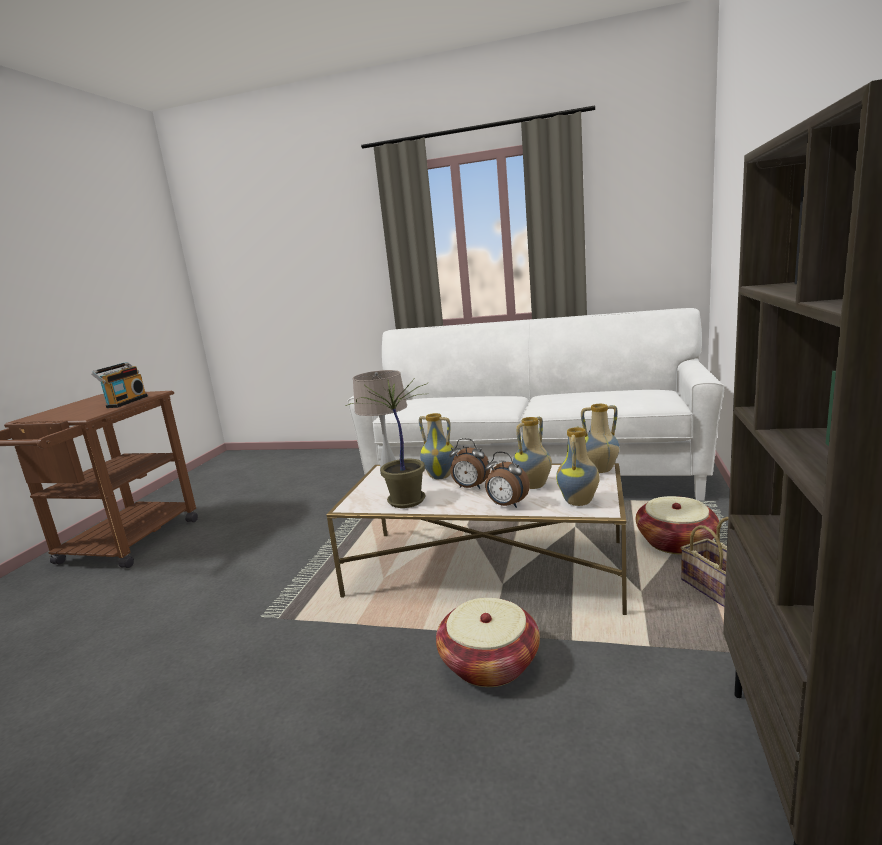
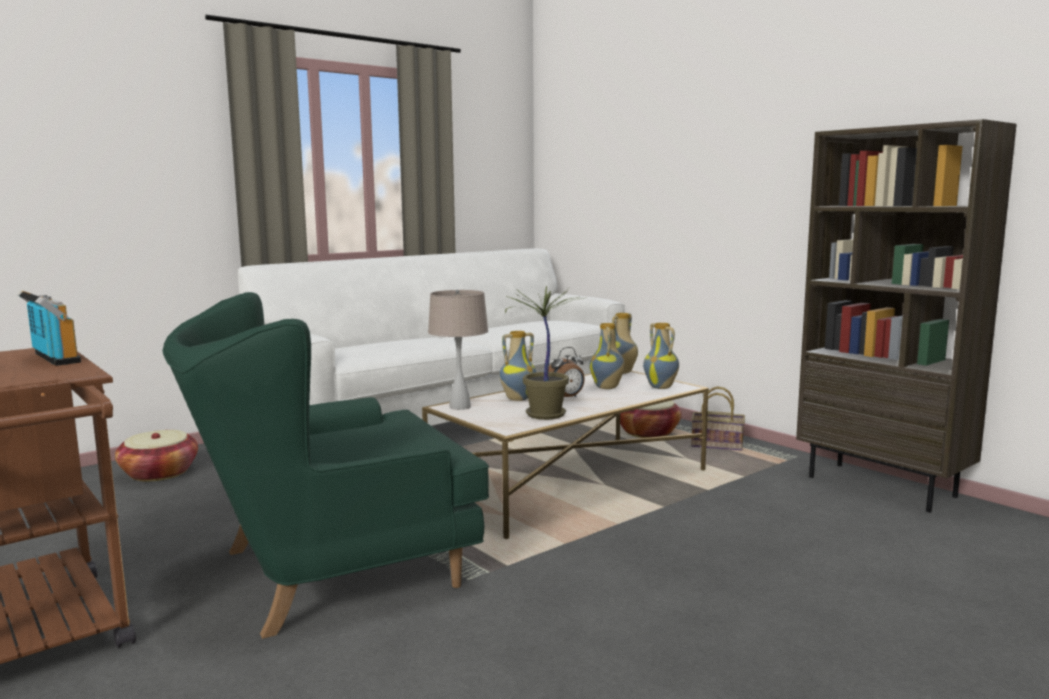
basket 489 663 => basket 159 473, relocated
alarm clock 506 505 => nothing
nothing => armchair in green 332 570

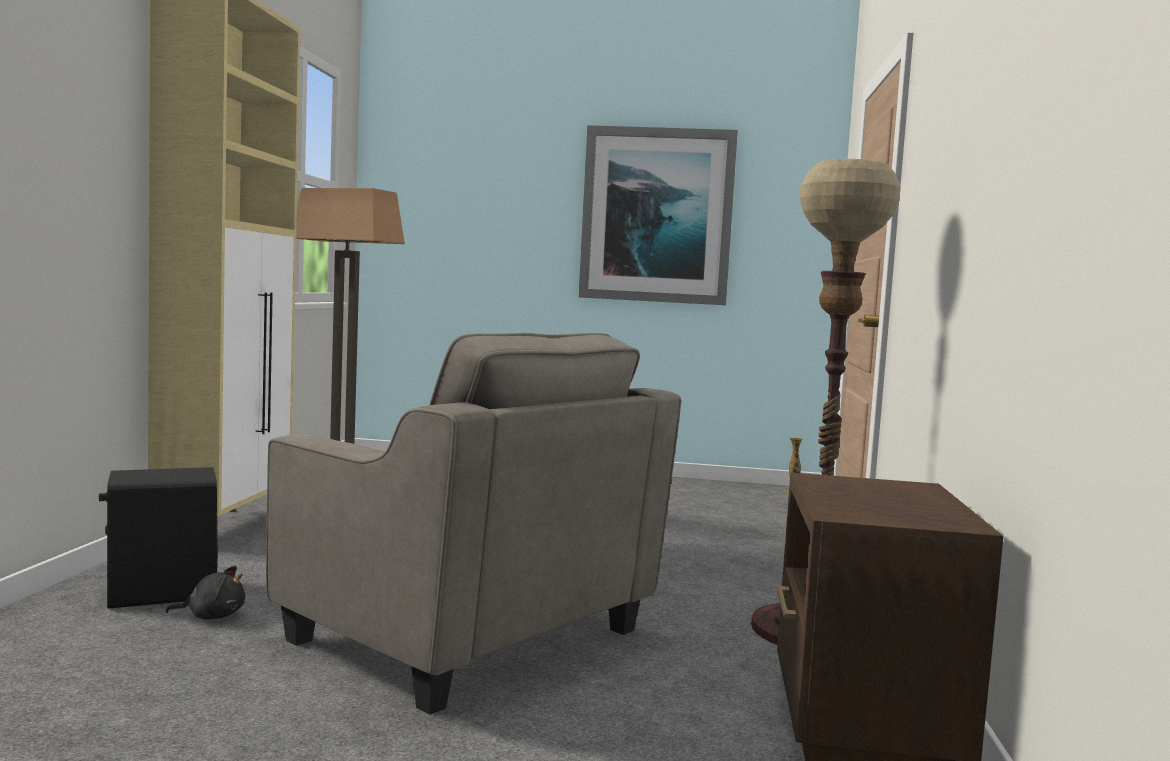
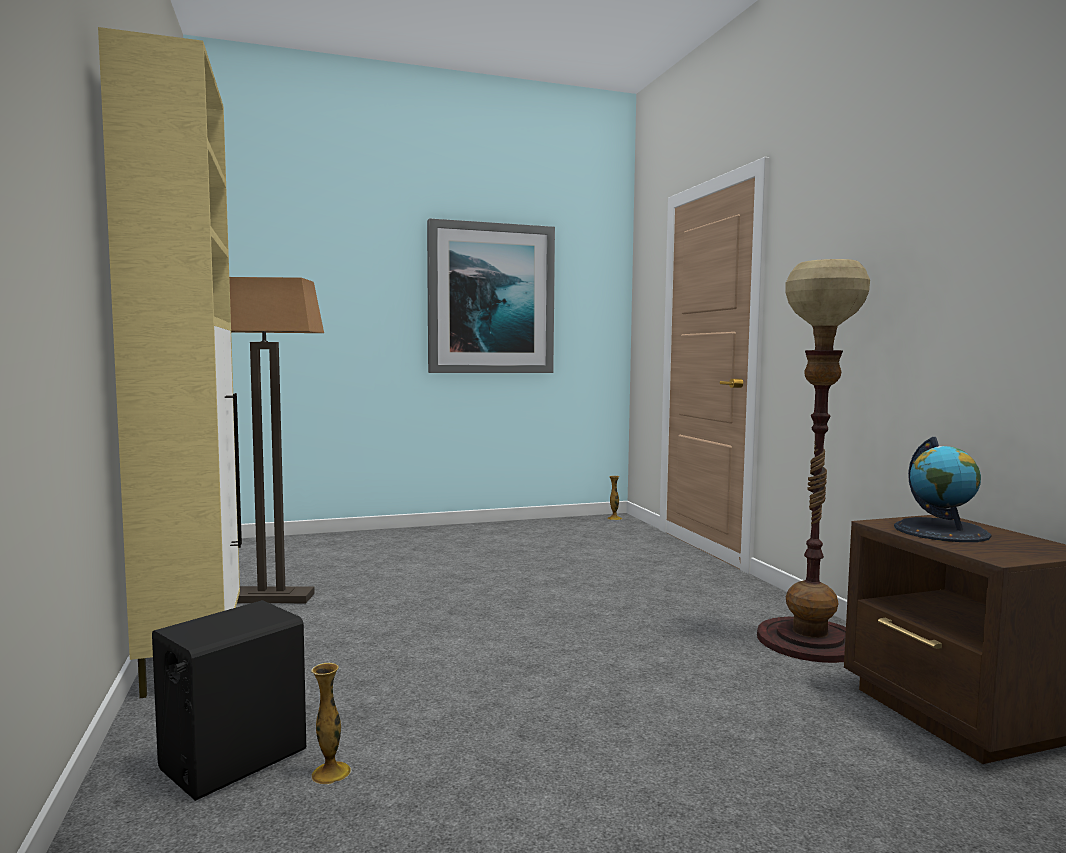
plush toy in black 212 616 => vase 331 773
armchair in grey 467 637 => nothing
nothing => globe 941 531

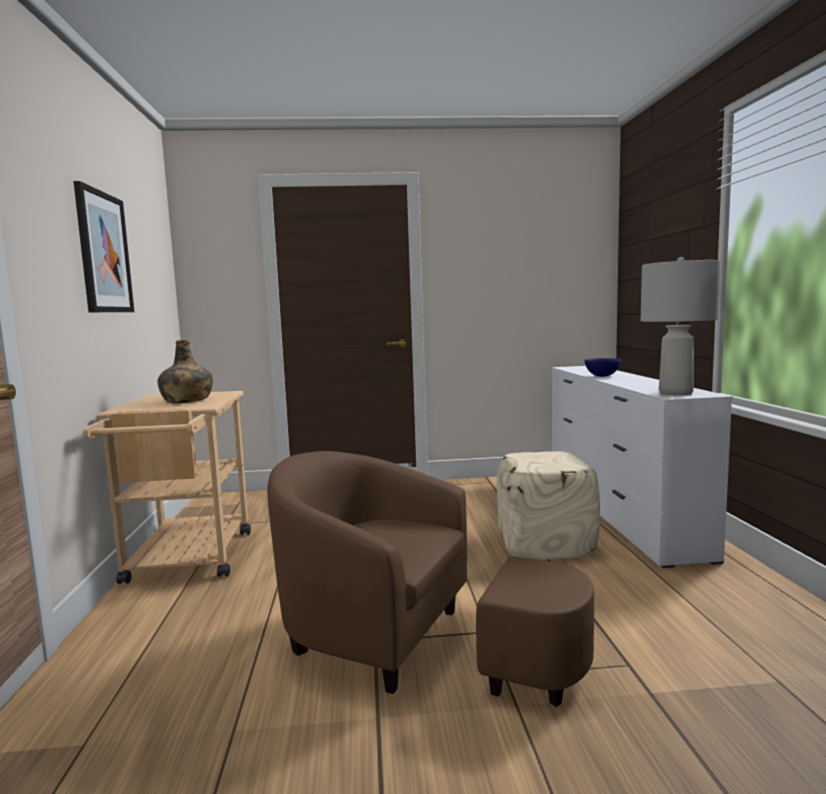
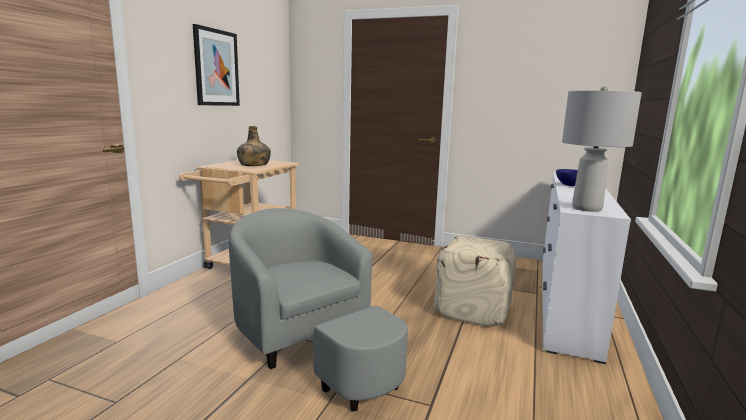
armchair in brown 408 643 => armchair in grey 310 345

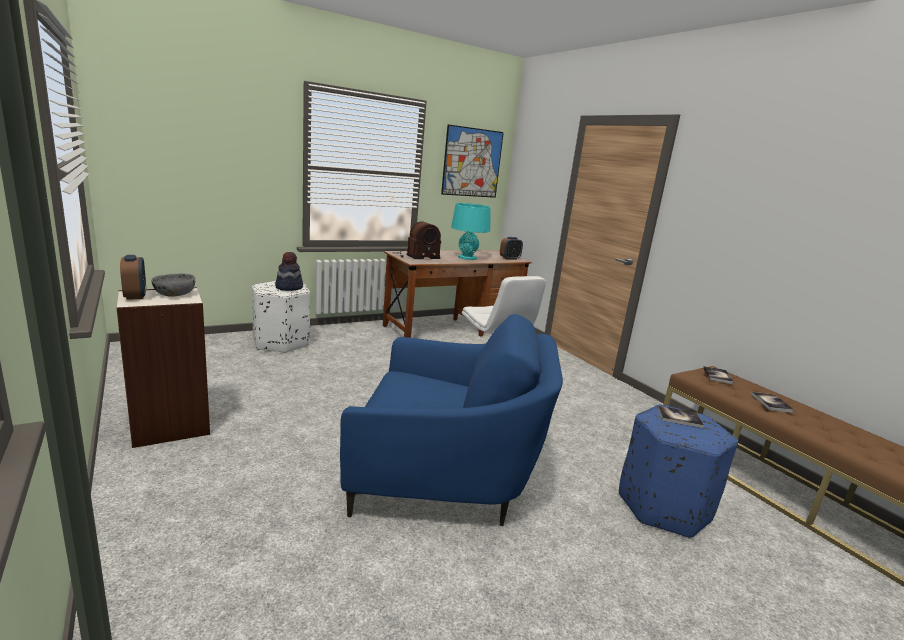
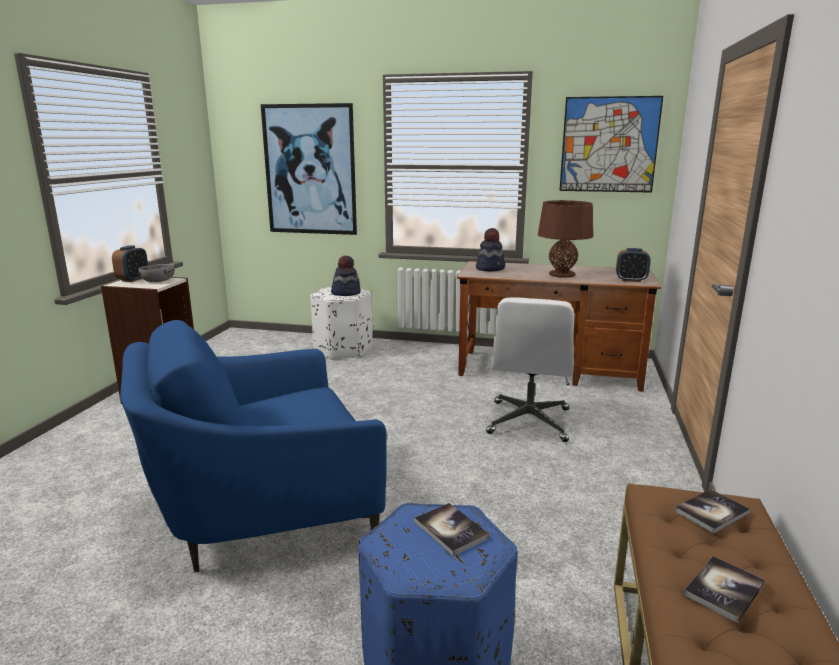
armchair in blue 445 476 => armchair in blue 263 510, 105 degrees clockwise
radio 415 256 => hat 490 268
table lamp in turquoise 467 257 => table lamp in brown 562 274
nothing => picture 310 170

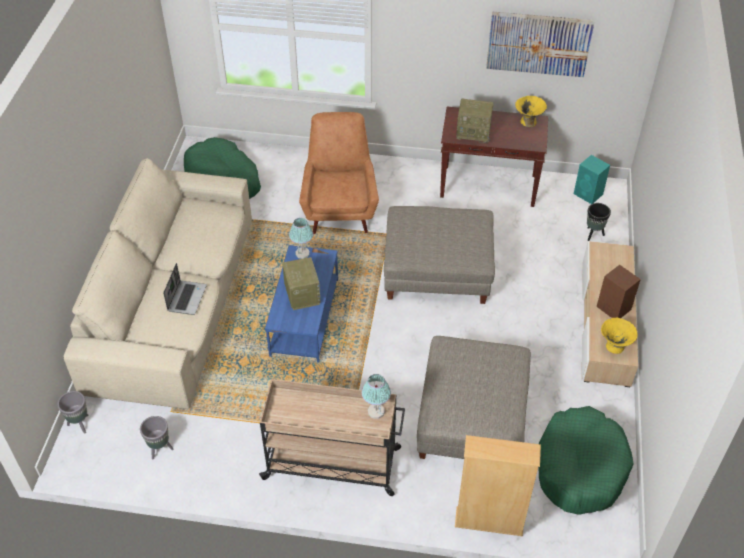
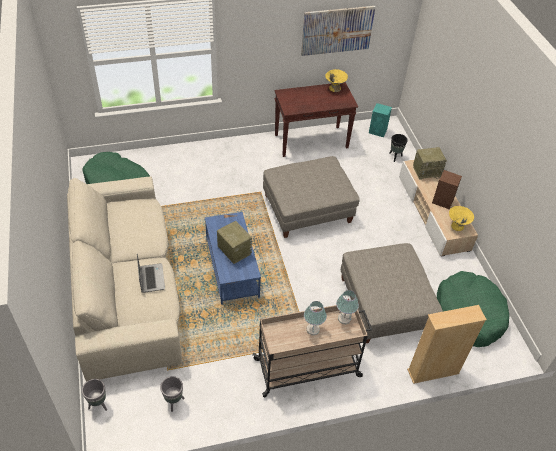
table lamp 302 254 => table lamp 313 330, relocated
armchair in brown 340 208 => nothing
radio 474 132 => radio 427 171, relocated

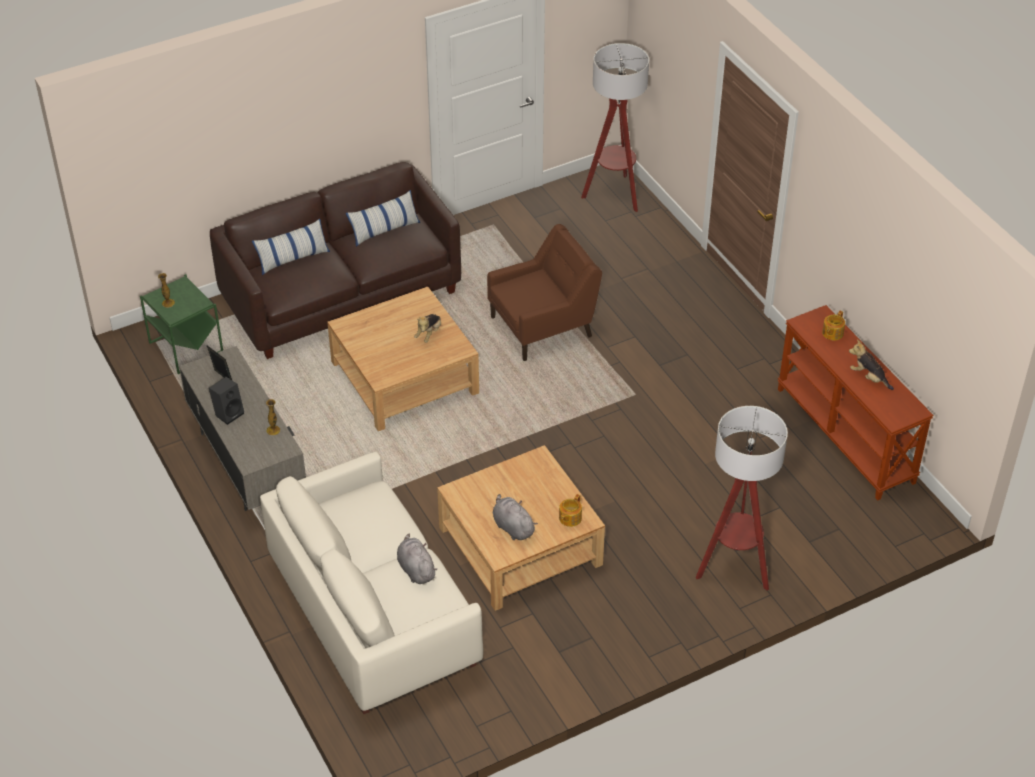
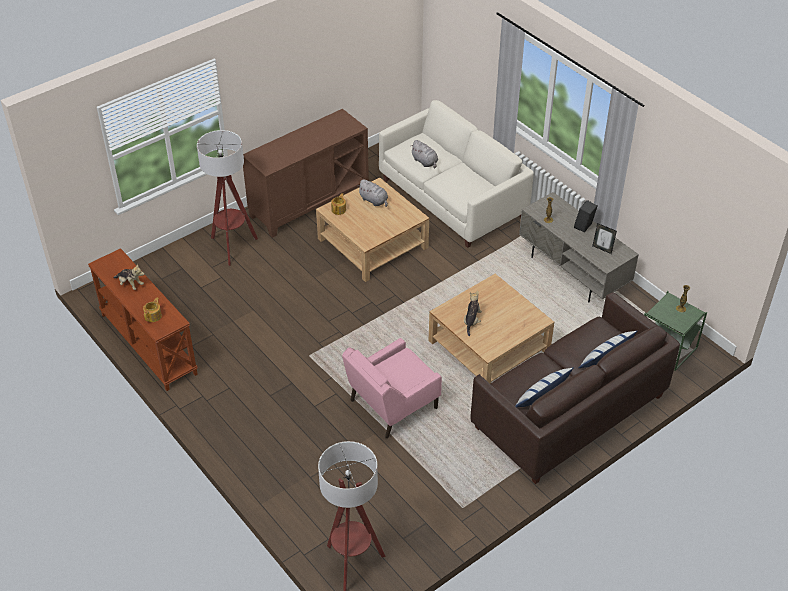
armchair in brown 543 326 => armchair in pink 392 405
nothing => cabinet in brown 309 202

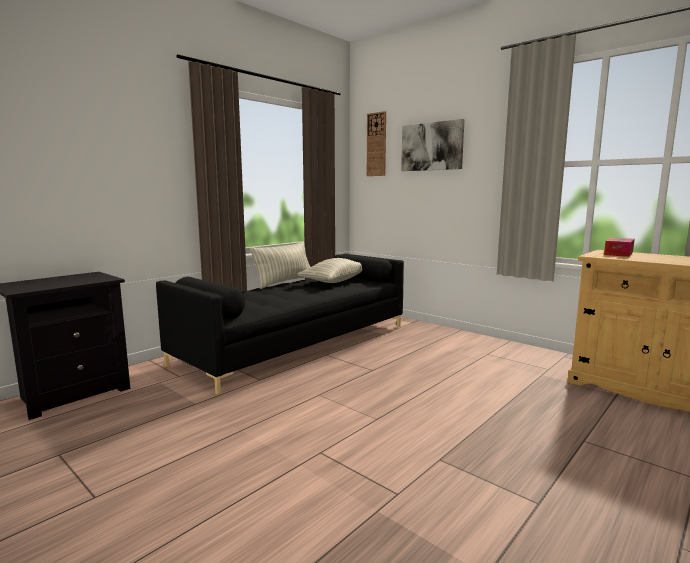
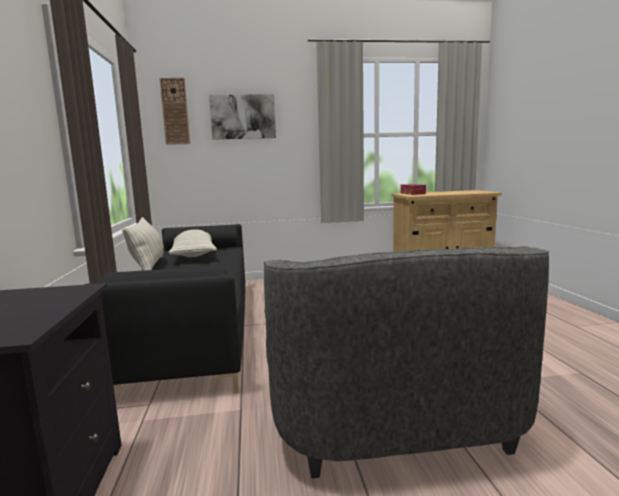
nothing => armchair in grey 387 410

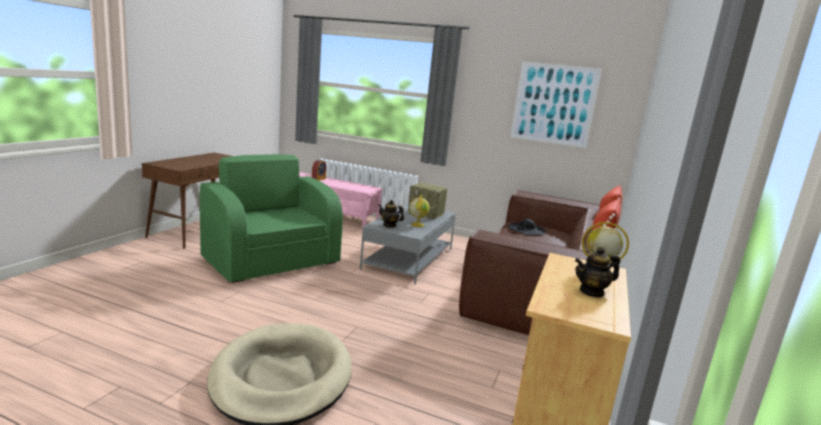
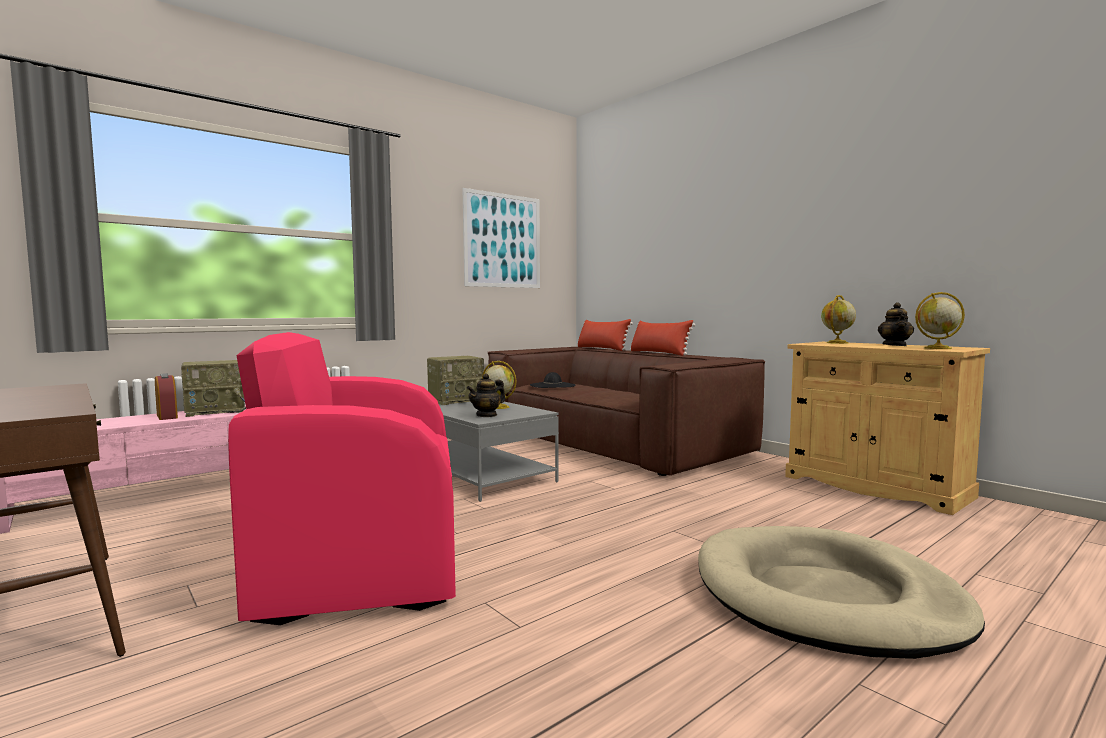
armchair in green 272 261 => armchair in pink 364 557
nothing => radio 216 411
nothing => globe 937 348

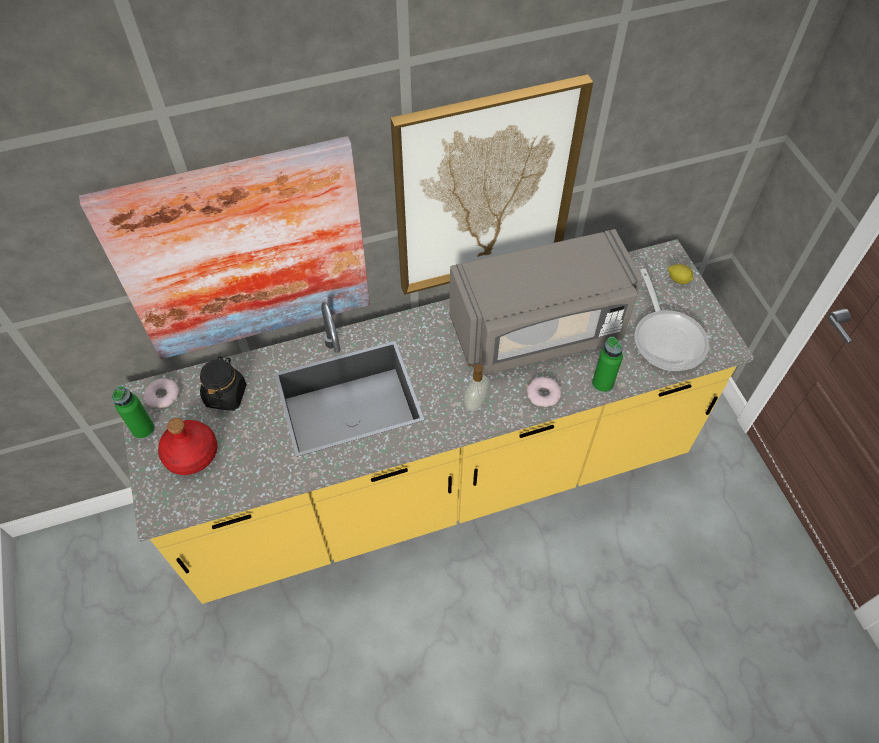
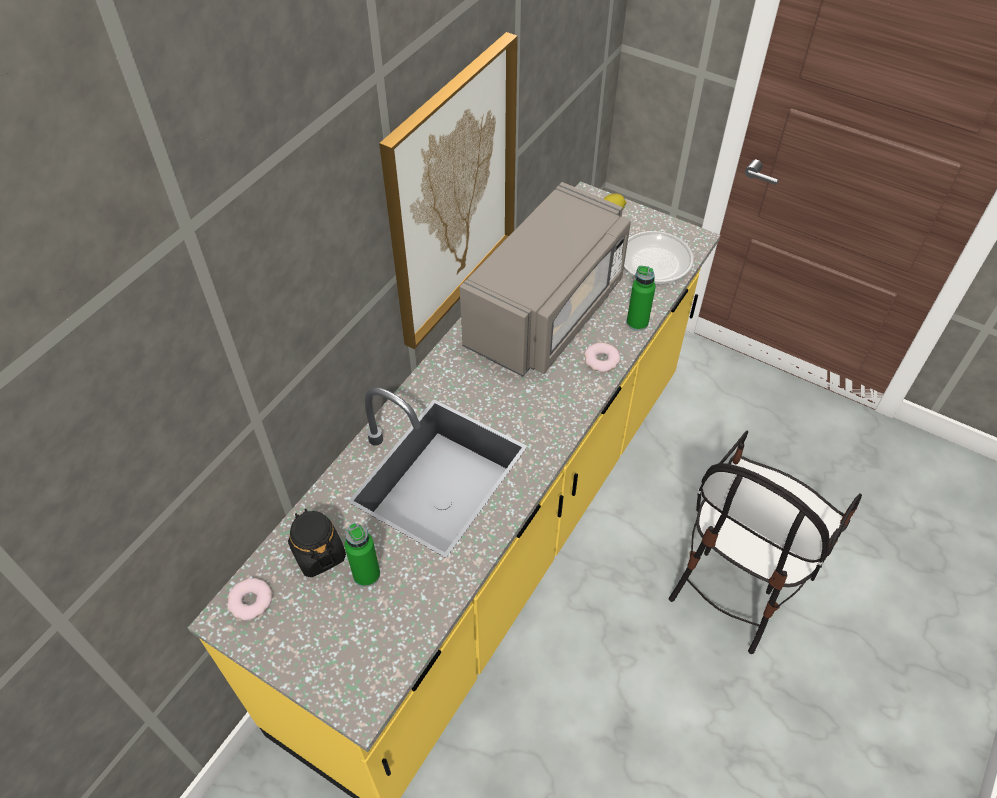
picture 244 254 => nothing
bottle in green 143 429 => bottle in green 366 574, relocated
bottle in red 191 454 => nothing
soap dispenser 474 402 => nothing
nothing => chair 739 577

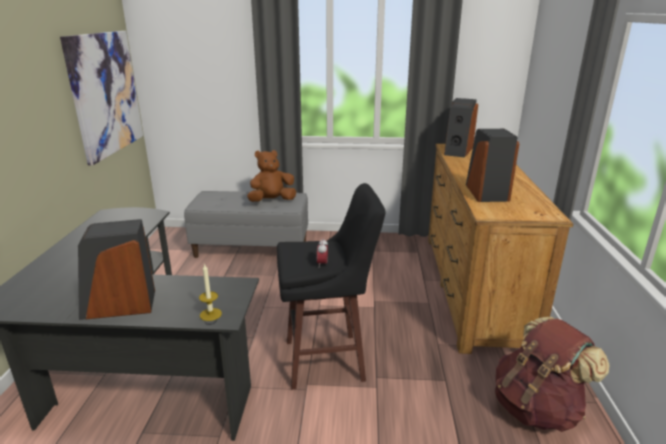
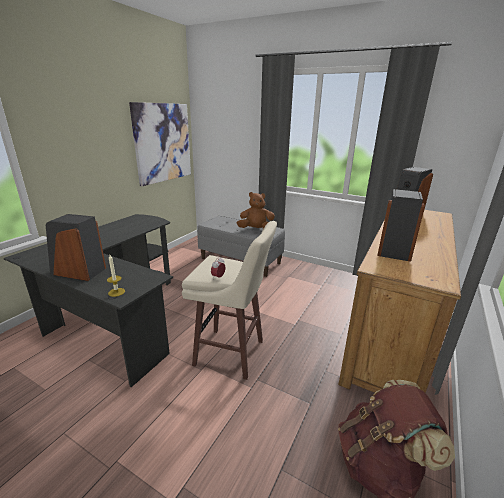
stool in black 327 361 => stool in beige 231 354

